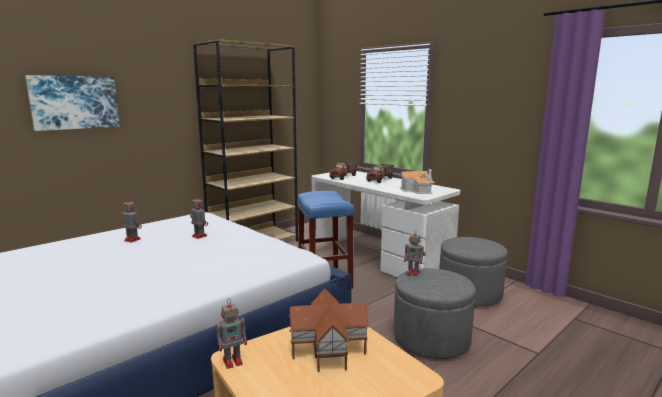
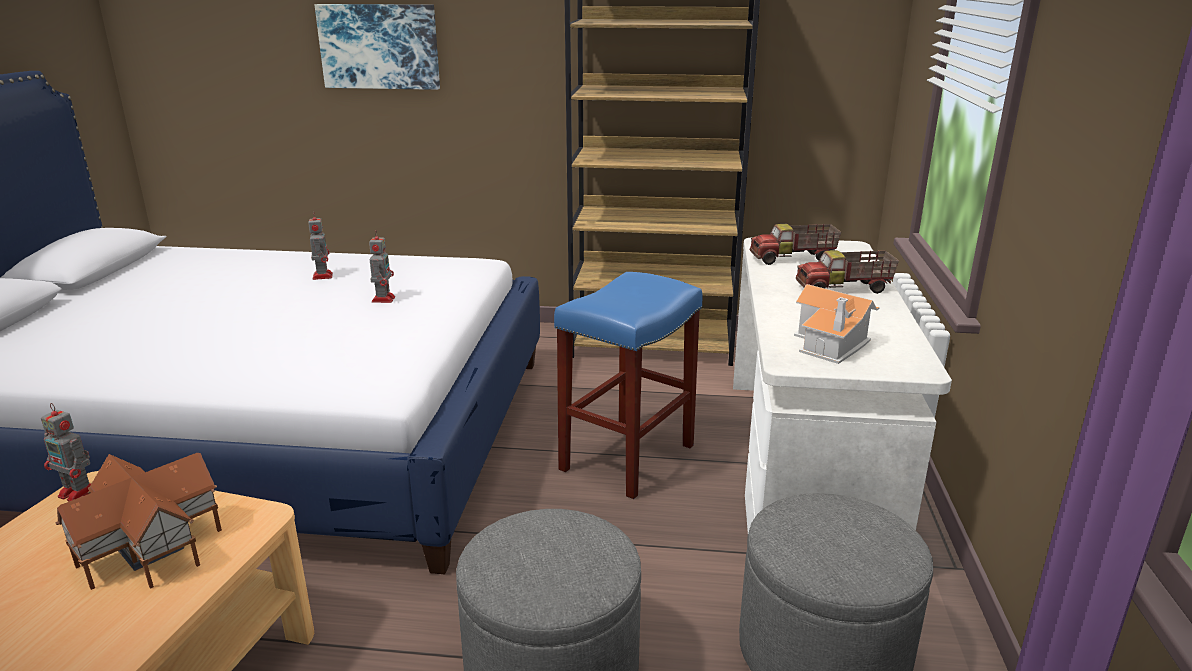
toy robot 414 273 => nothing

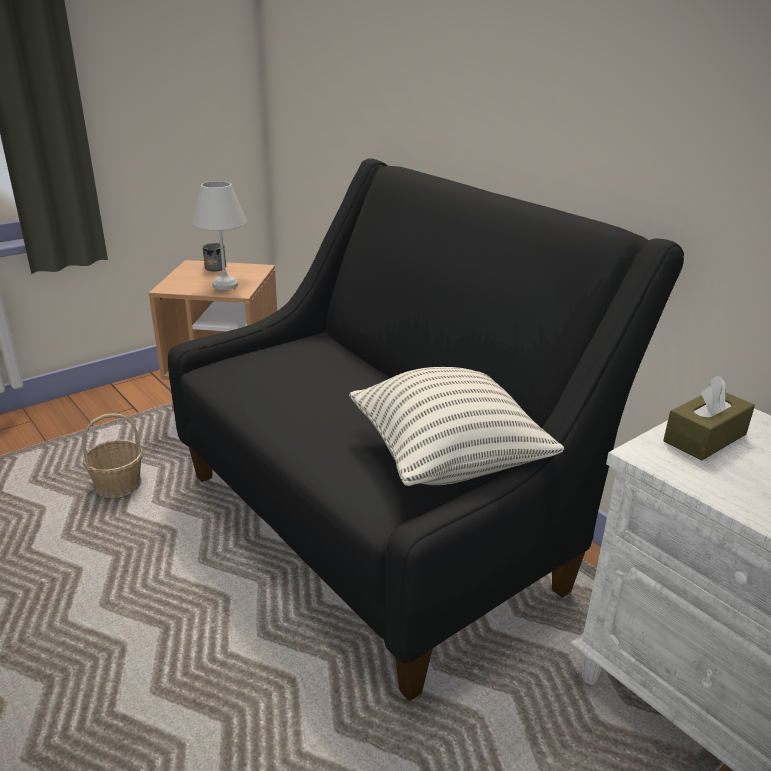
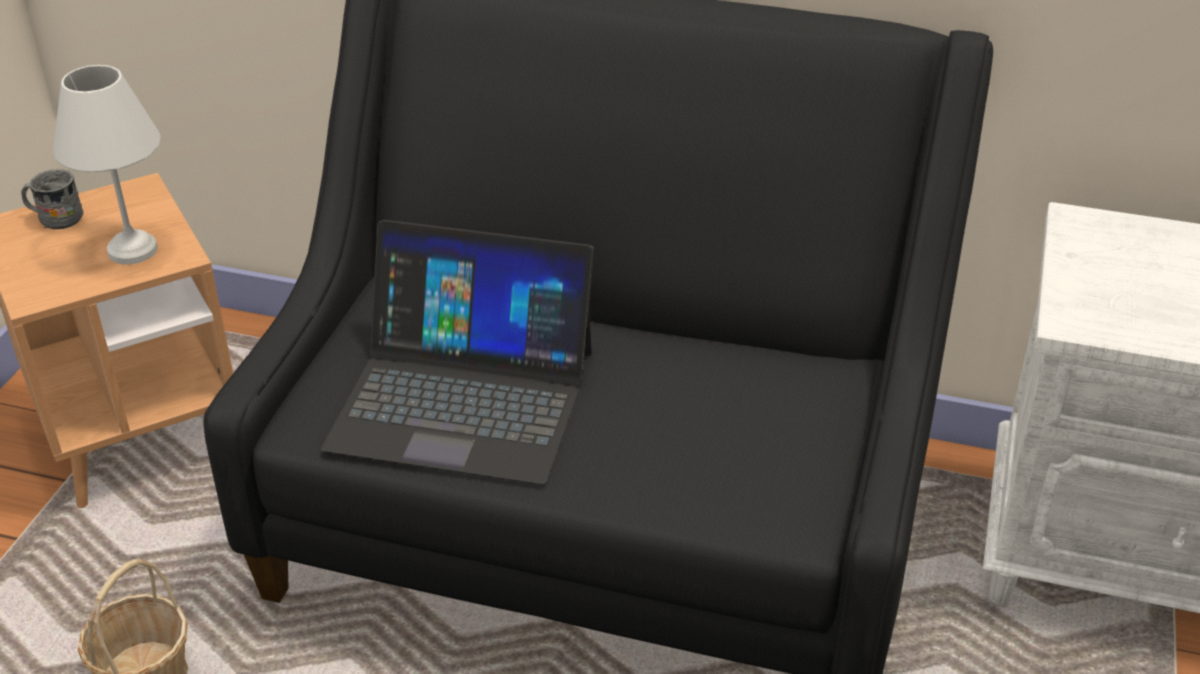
pillow 447 460 => nothing
tissue box in brown 705 438 => nothing
nothing => laptop 463 397

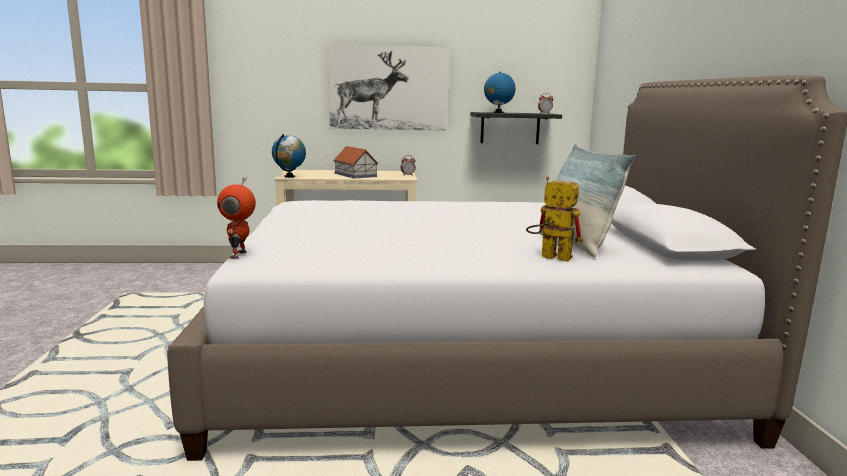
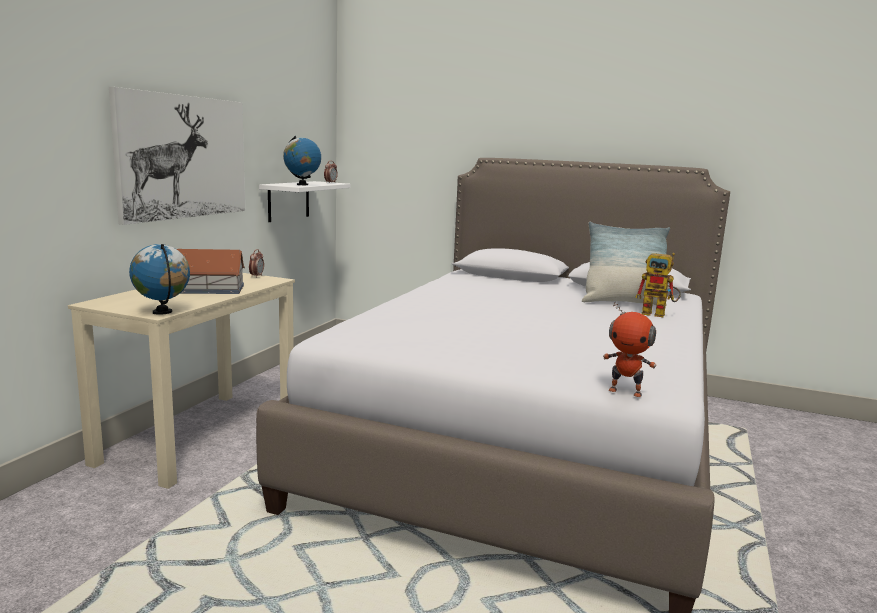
shelf in black 510 128 => shelf in white 288 201
toy robot 549 257 => toy robot 659 314, 120 degrees counterclockwise

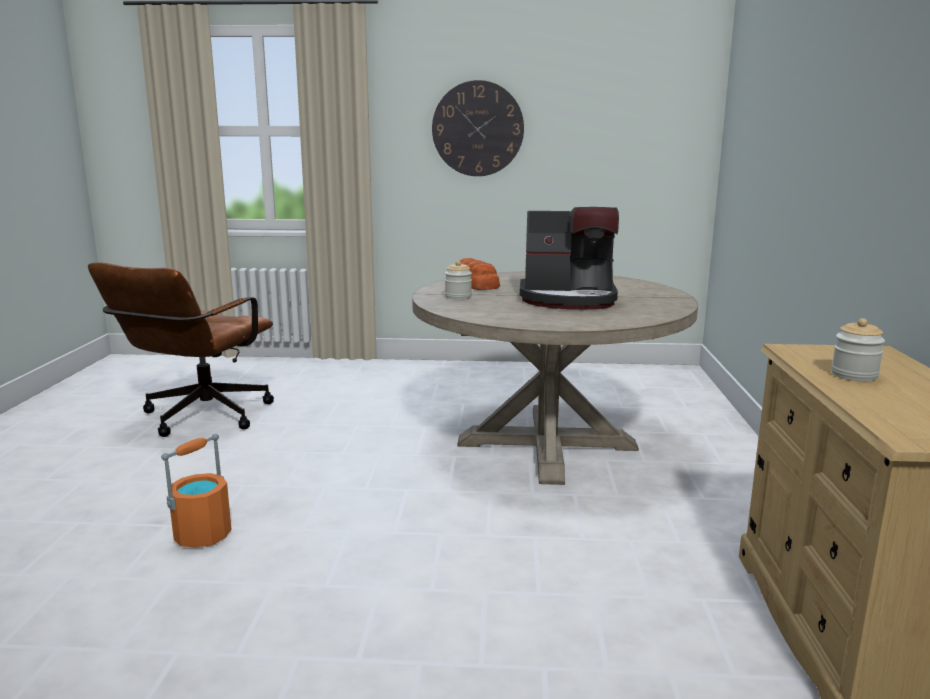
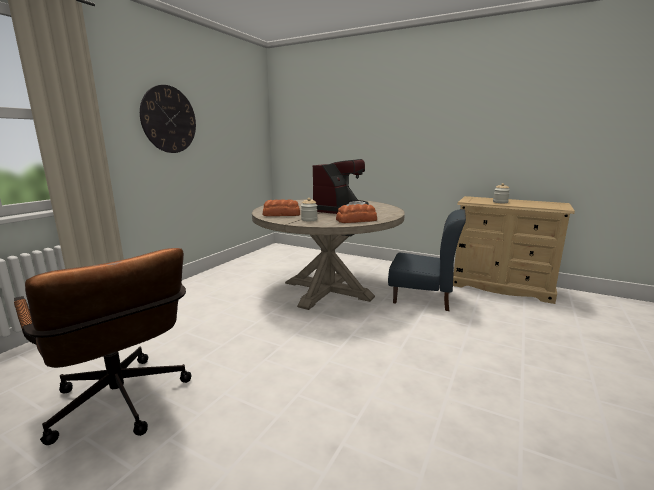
bucket in orange 203 535 => nothing
nothing => bread 357 220
nothing => chair in blue 422 297

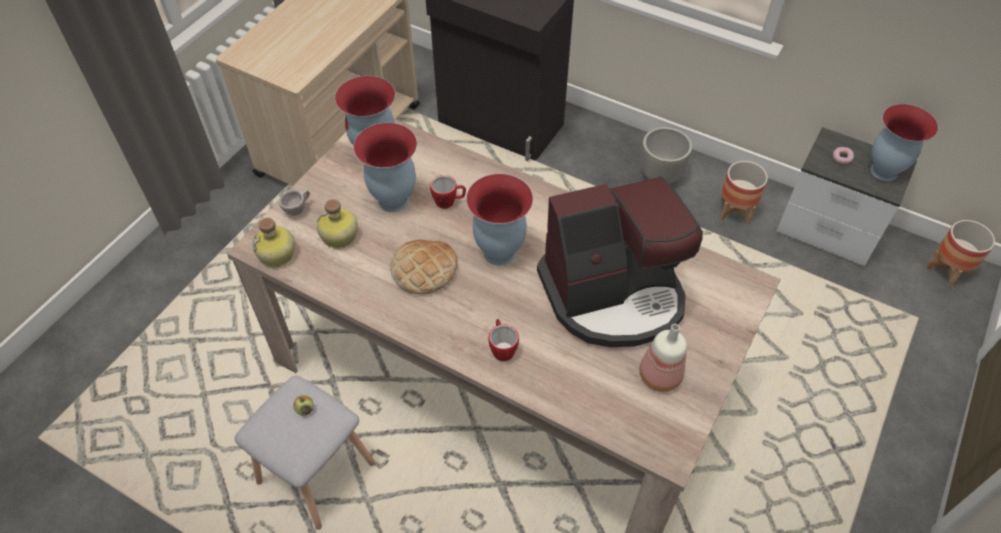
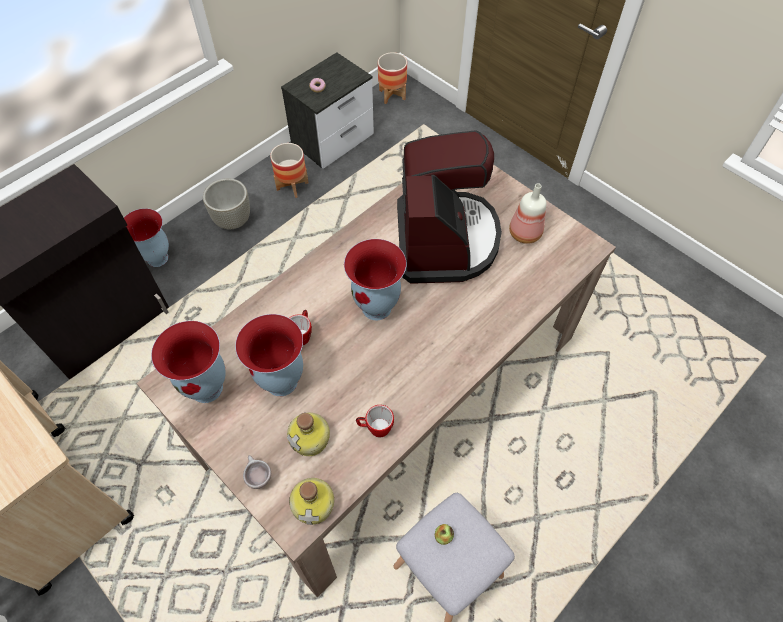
bread 424 270 => nothing
mug 502 348 => mug 375 428, relocated
vase 883 171 => vase 157 259, relocated

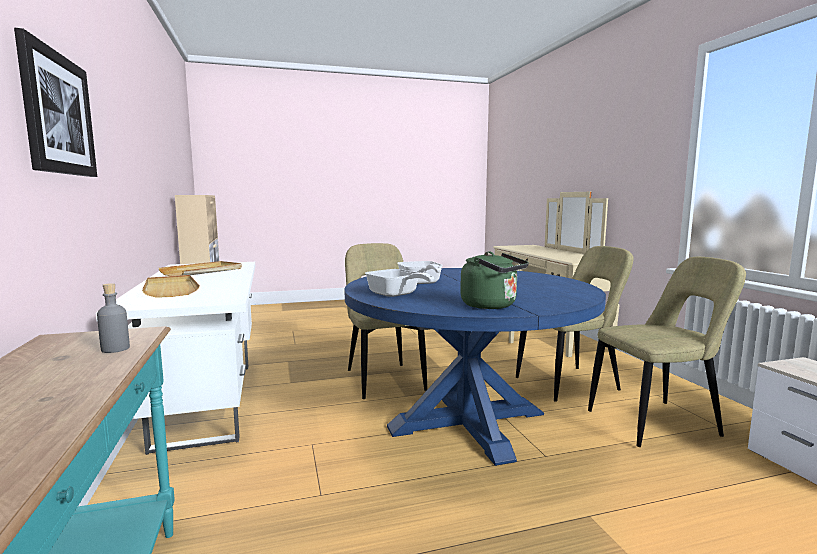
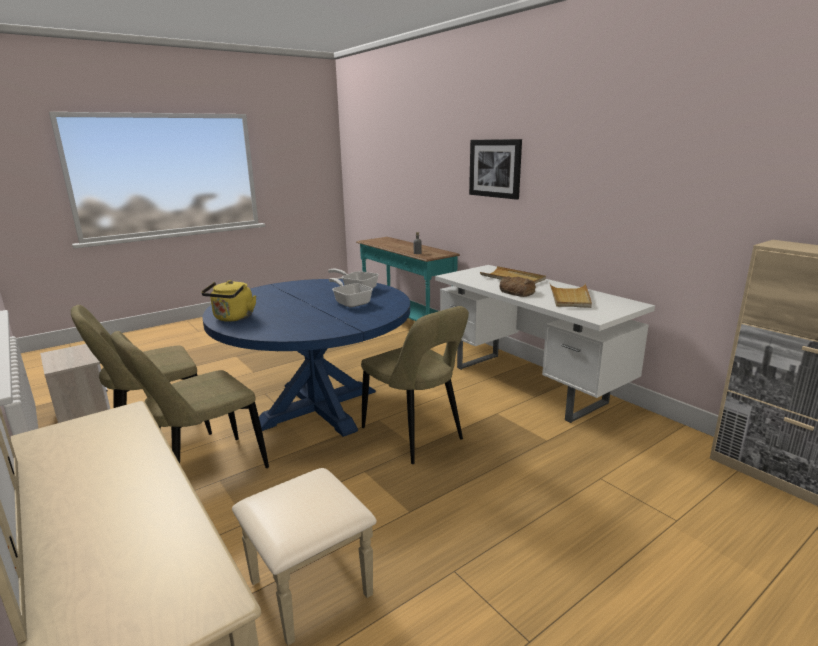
kettle in green 492 305 => nothing
nothing => kettle in yellow 233 318
nothing => bread 517 291

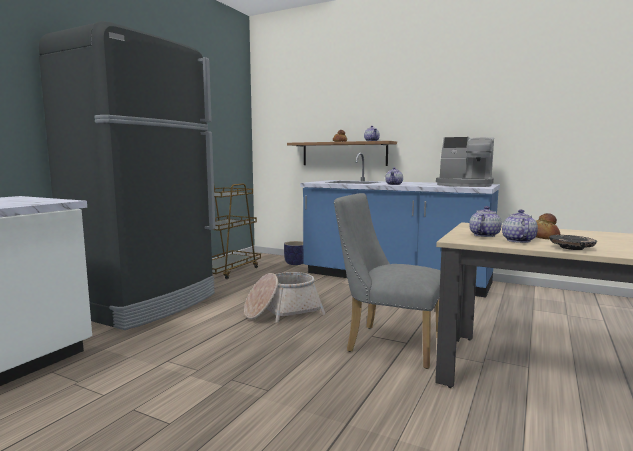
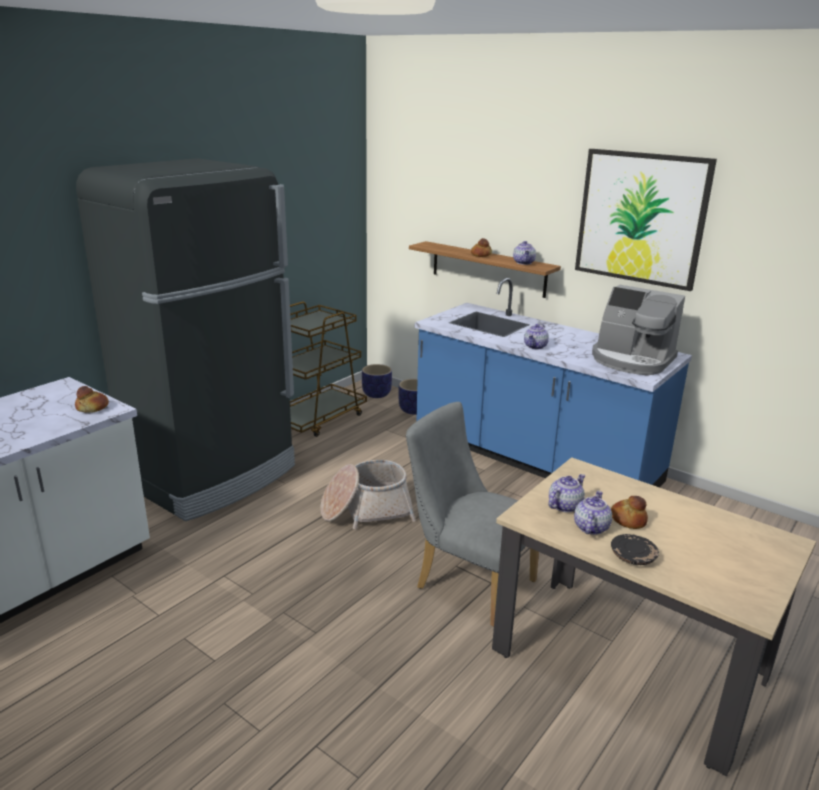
nothing => bread 92 408
nothing => planter 376 394
nothing => picture 641 218

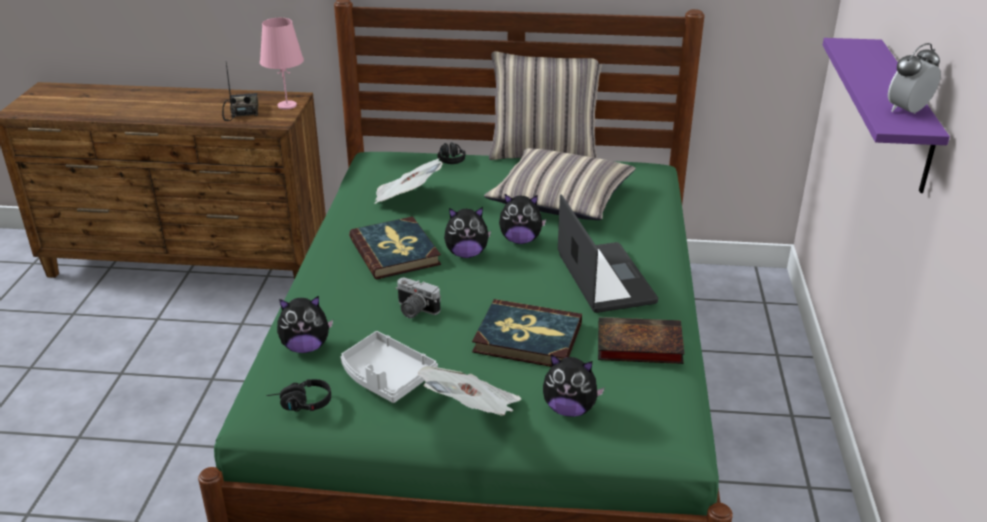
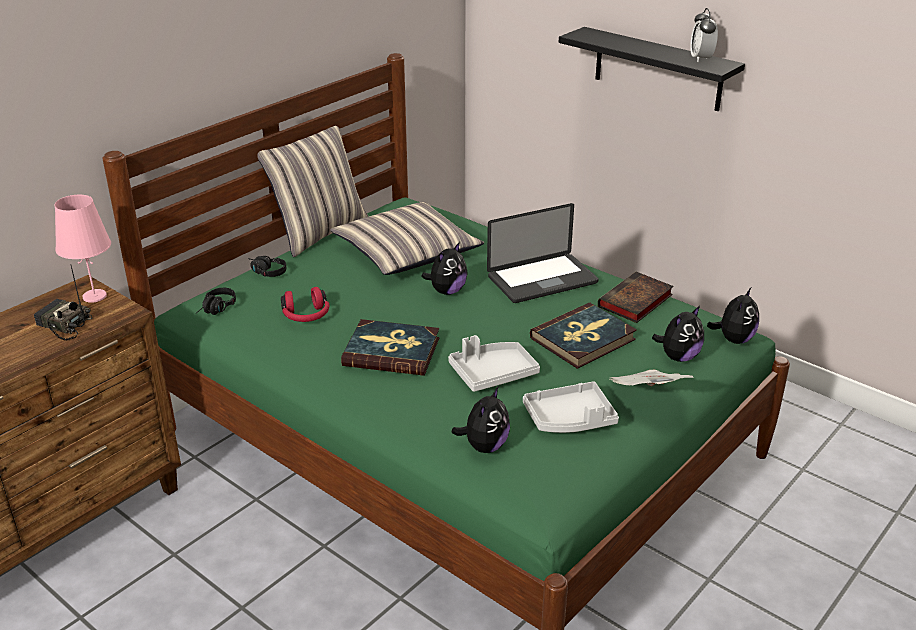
headphones in black 300 405 => headphones in black 216 309, relocated
newspaper 407 198 => headphones in red 306 316
photo camera 414 310 => tray in grey 492 374
plush toy 466 254 => plush toy 733 339, relocated
laptop 605 279 => laptop 542 280, 135 degrees clockwise
shelf in purple 904 115 => shelf in black 658 69

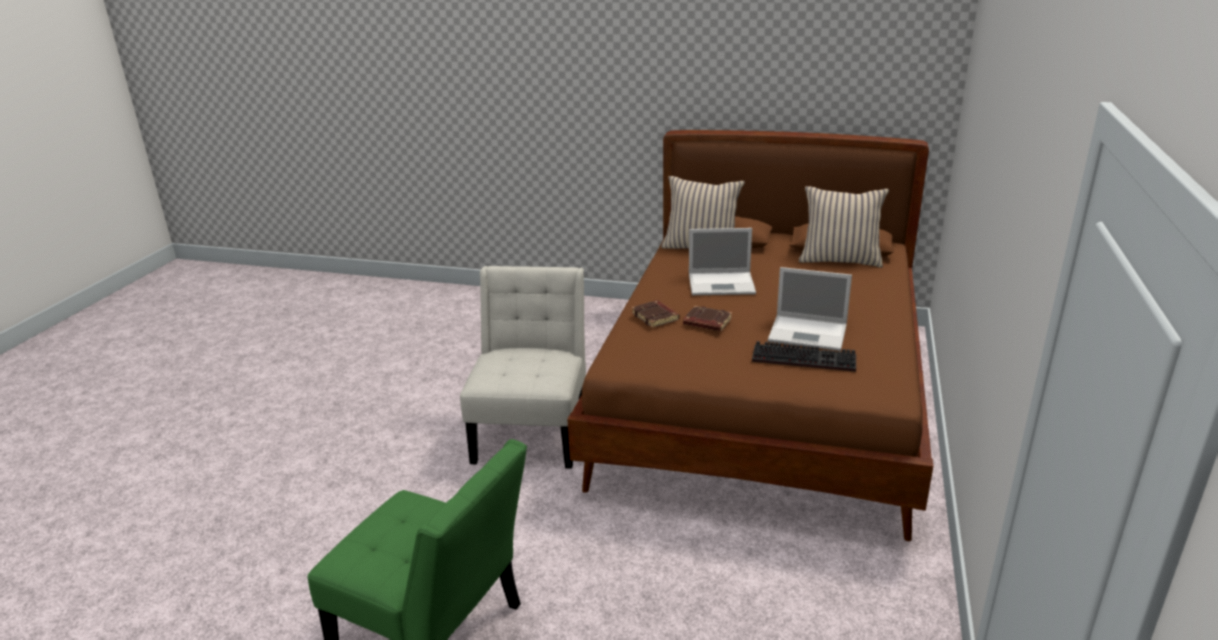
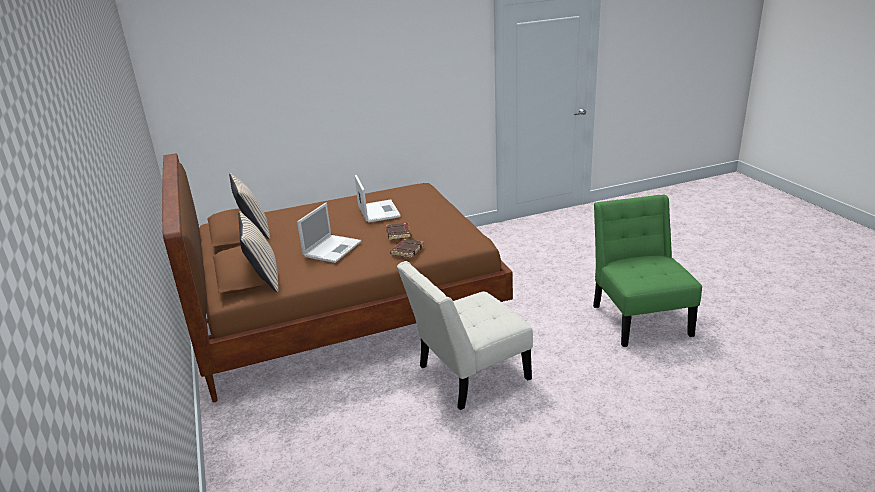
laptop 723 284 => laptop 333 248, 60 degrees clockwise
keyboard 805 358 => nothing

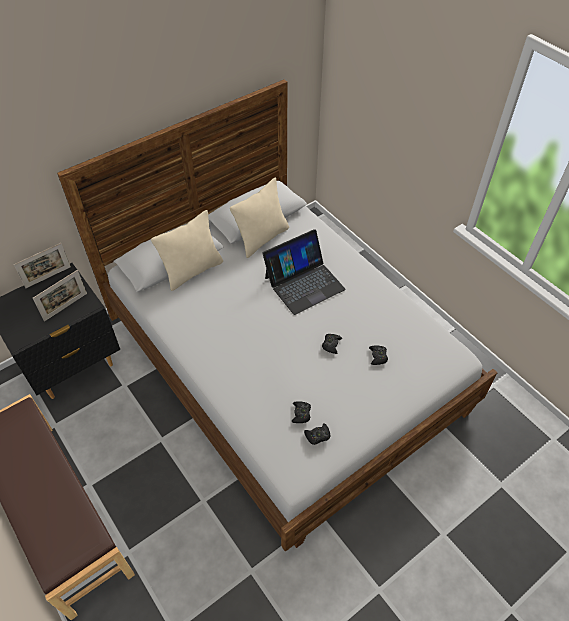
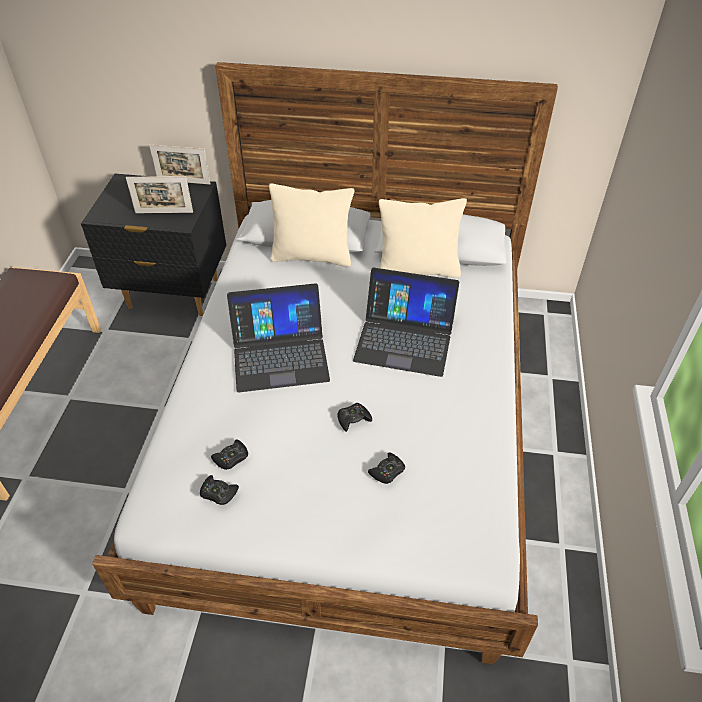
nothing => laptop 280 355

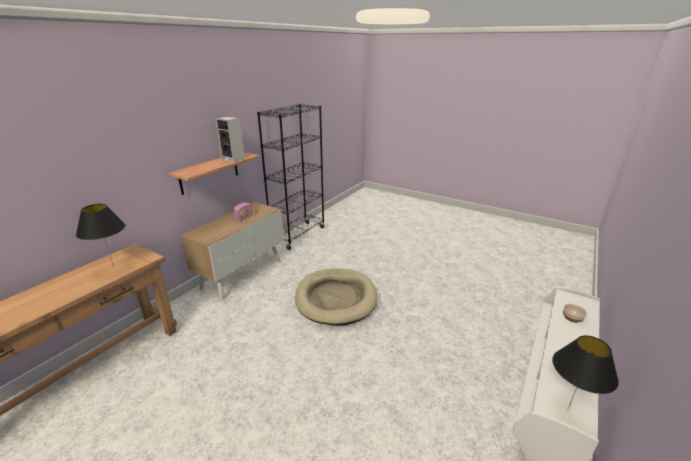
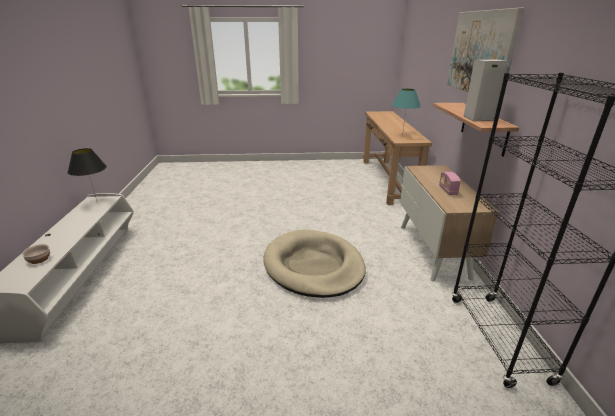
table lamp in black 113 267 => table lamp in turquoise 402 135
nothing => picture 480 53

